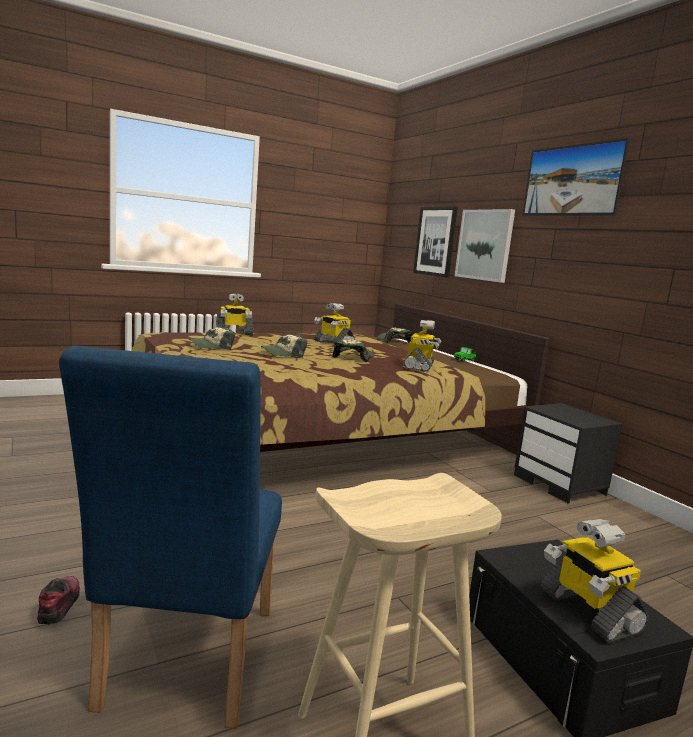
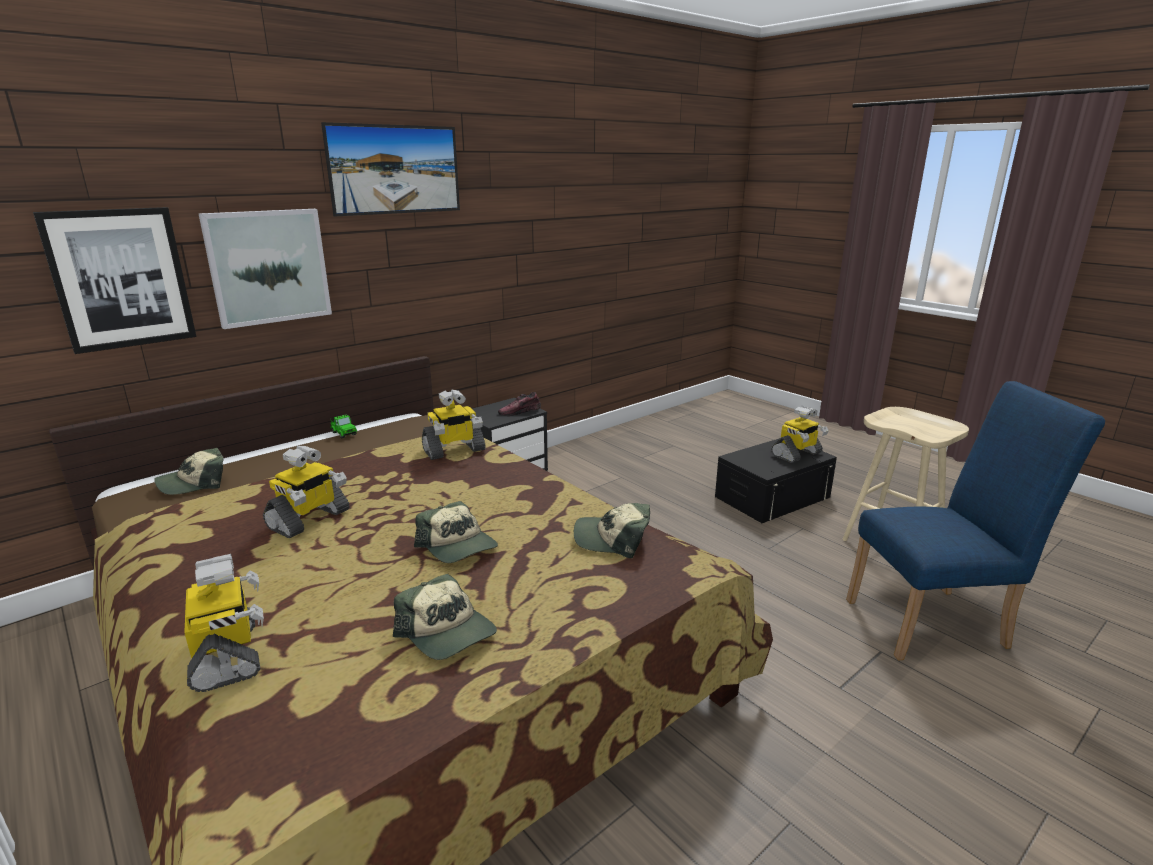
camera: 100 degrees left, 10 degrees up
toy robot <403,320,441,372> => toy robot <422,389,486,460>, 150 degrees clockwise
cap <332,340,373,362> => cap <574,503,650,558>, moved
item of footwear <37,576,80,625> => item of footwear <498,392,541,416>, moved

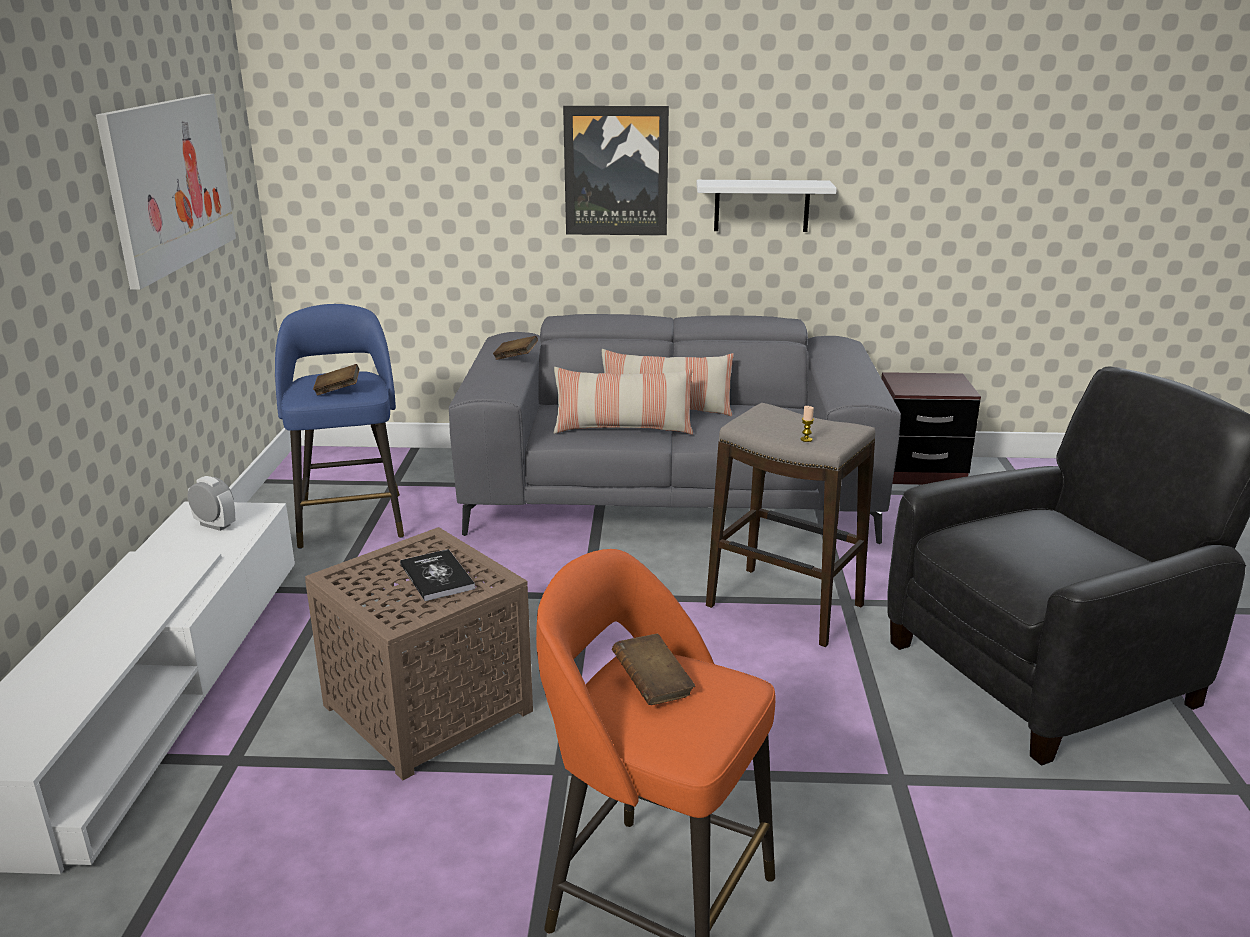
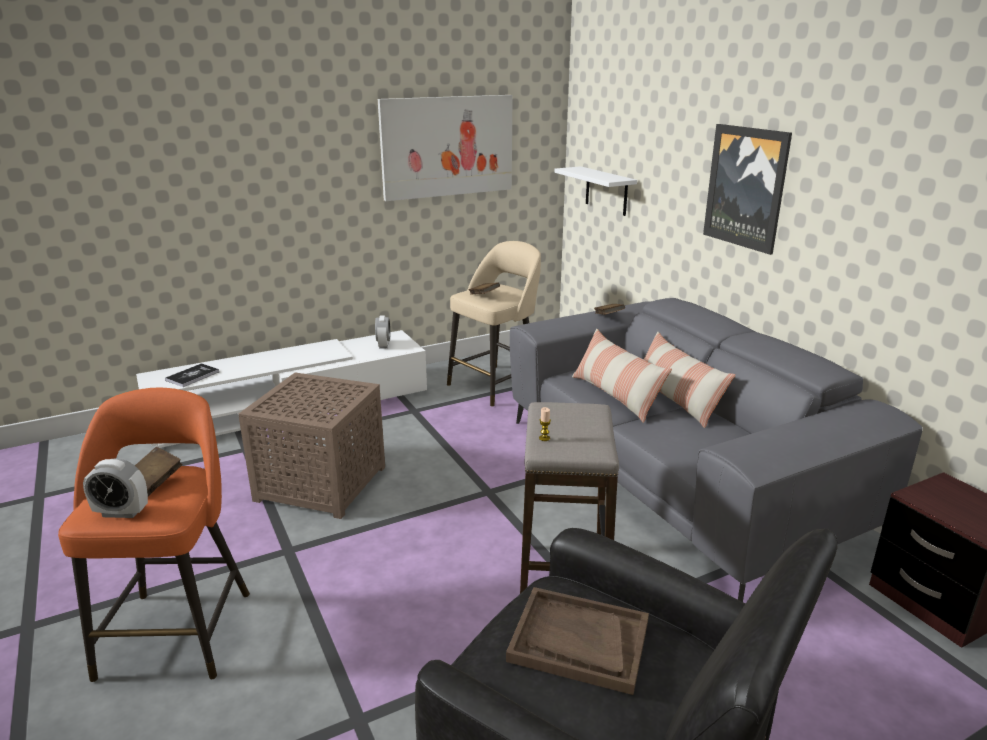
camera: 60 degrees right, 0 degrees up
whitish bracket shelf <697,180,837,232> => whitish bracket shelf <554,166,637,216>, moved
bluish stool <275,304,404,549> => beige stool <447,241,541,407>
volume <400,549,475,601> => volume <165,363,219,387>, moved
nothing => bedside clock <83,458,148,518>
nothing => brown carrying tray <506,587,649,695>

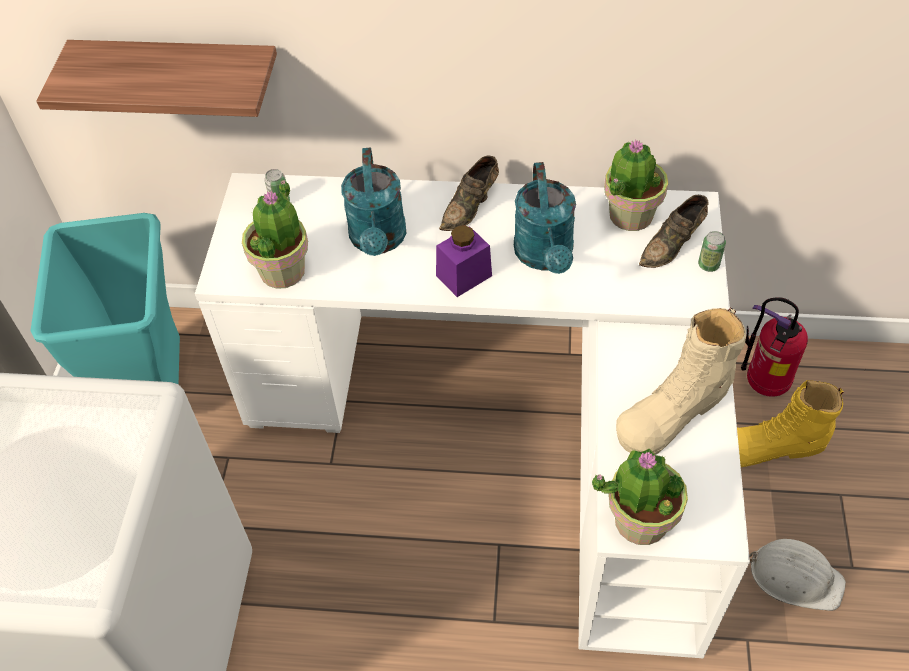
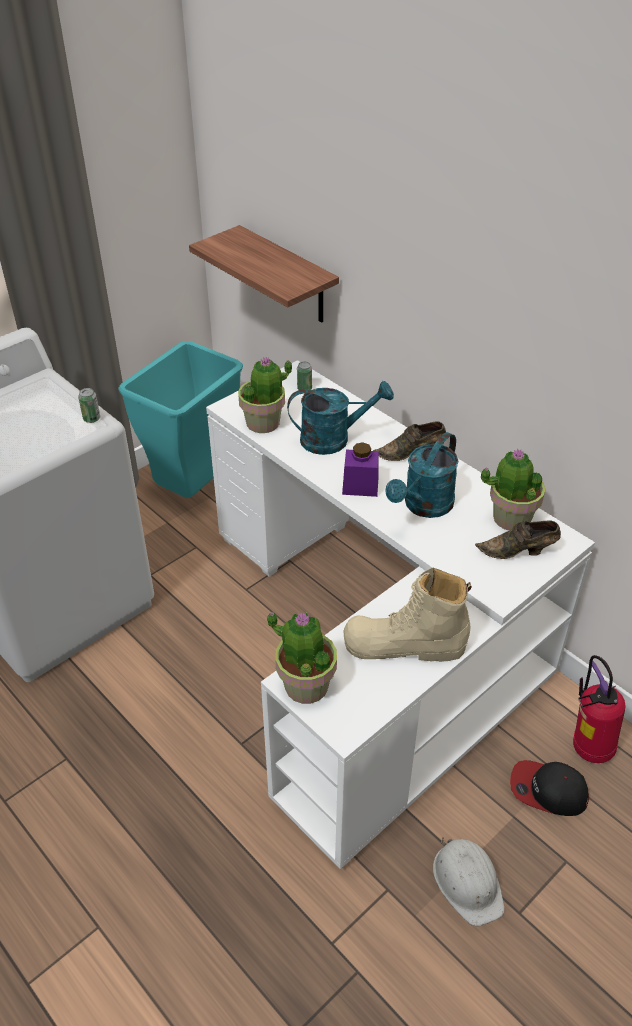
camera: 40 degrees right, 10 degrees down
blue-green watering can <341,148,406,256> => blue-green watering can <287,381,394,455>, 135 degrees counterclockwise
metal can <698,231,726,272> => metal can <78,388,100,423>, moved
yellowish tall boot <737,380,843,467> => cap <510,760,589,816>

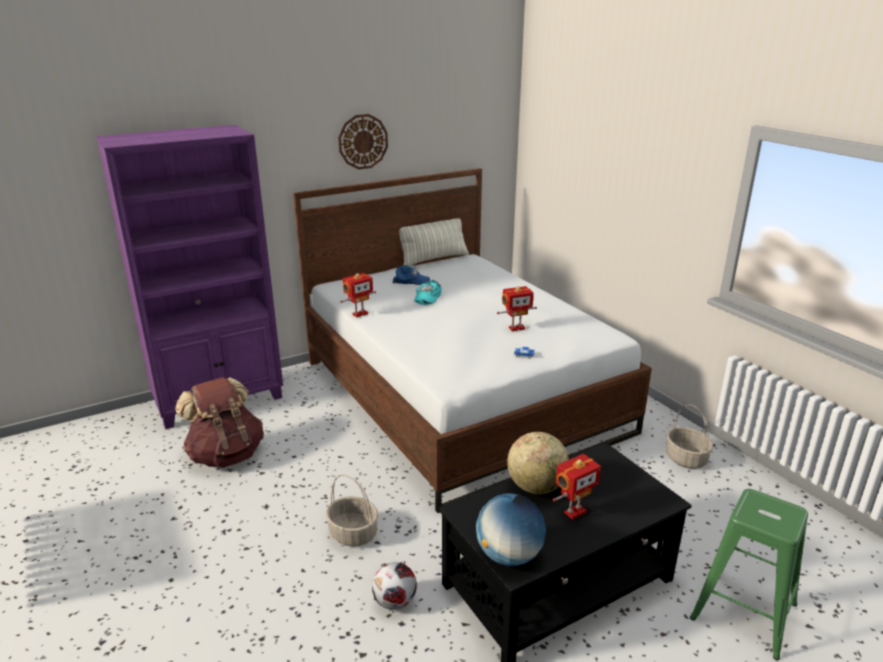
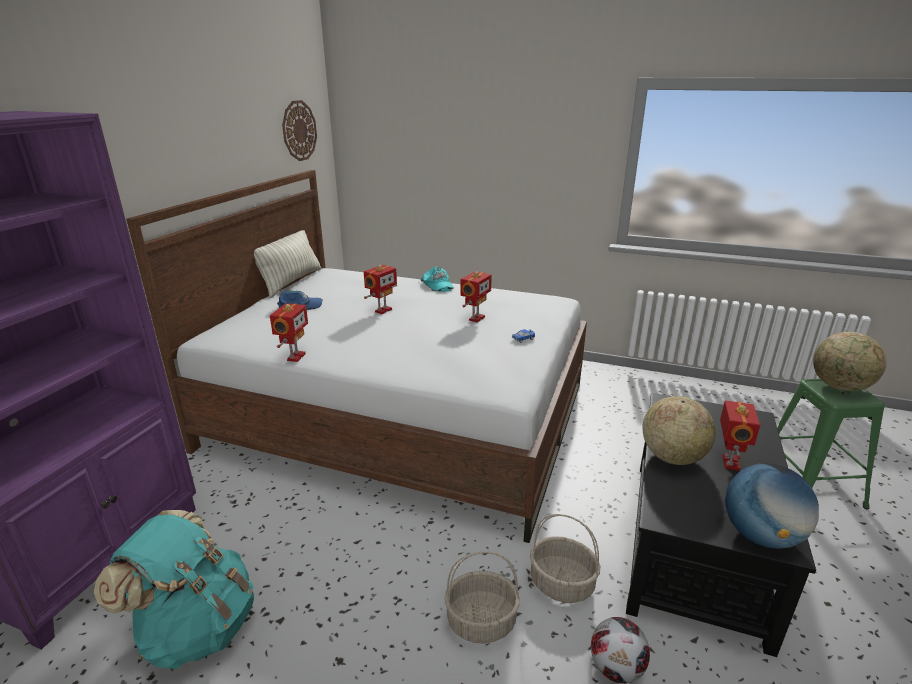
camera: 40 degrees left, 0 degrees up
wall clock <338,114,388,169> => wall clock <282,100,317,161>, moved
blue-green cap <414,280,442,305> => blue-green cap <420,267,454,292>, moved
brown knapsack <175,377,264,468> => blue-green knapsack <94,510,254,669>
household basket <666,404,713,469> => household basket <530,514,600,603>, moved
nothing => toy robot <364,265,397,314>
nothing => world globe <813,332,886,391>

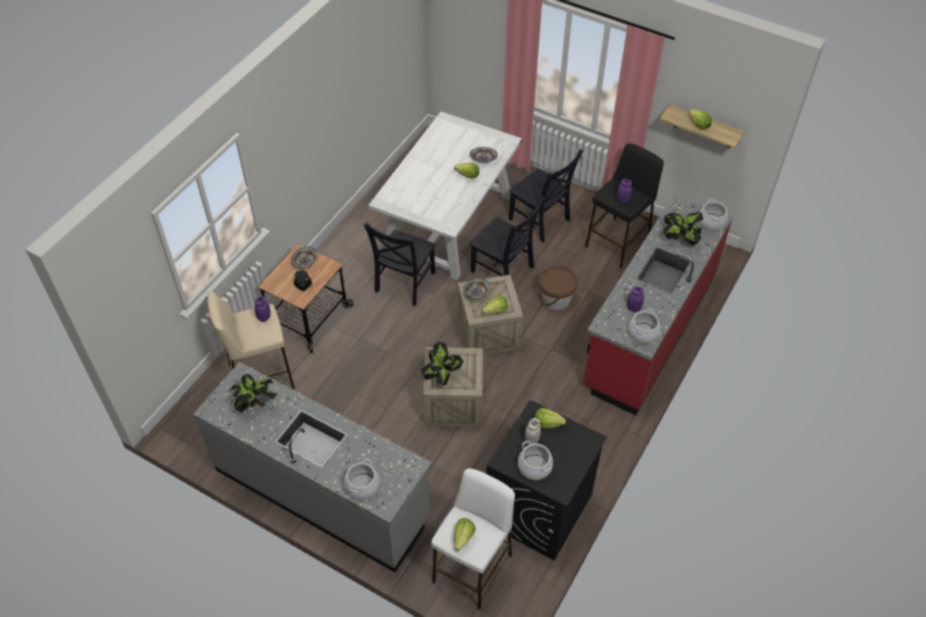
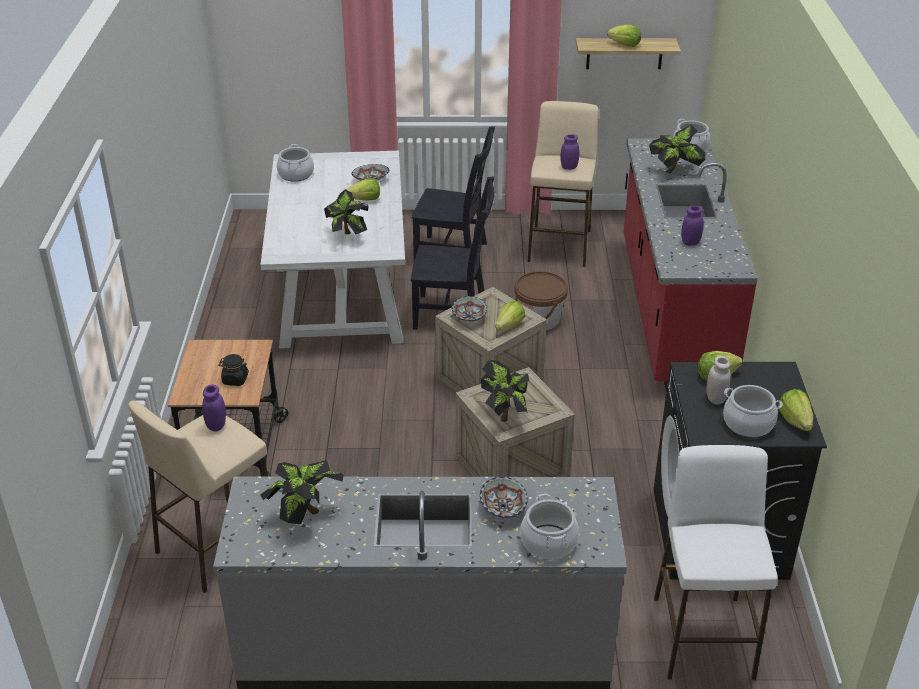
camera: 30 degrees left, 15 degrees down
black stool <585,143,664,268> => beige stool <527,101,599,267>
black plain chair <364,222,435,306> => nothing
deep dish <291,246,317,269> => deep dish <480,477,528,518>, moved
saucepot <628,308,661,343> => saucepot <277,144,314,182>, moved
lettuce <454,518,476,551> => lettuce <778,389,813,431>, moved
nothing => potted plant <324,189,369,235>

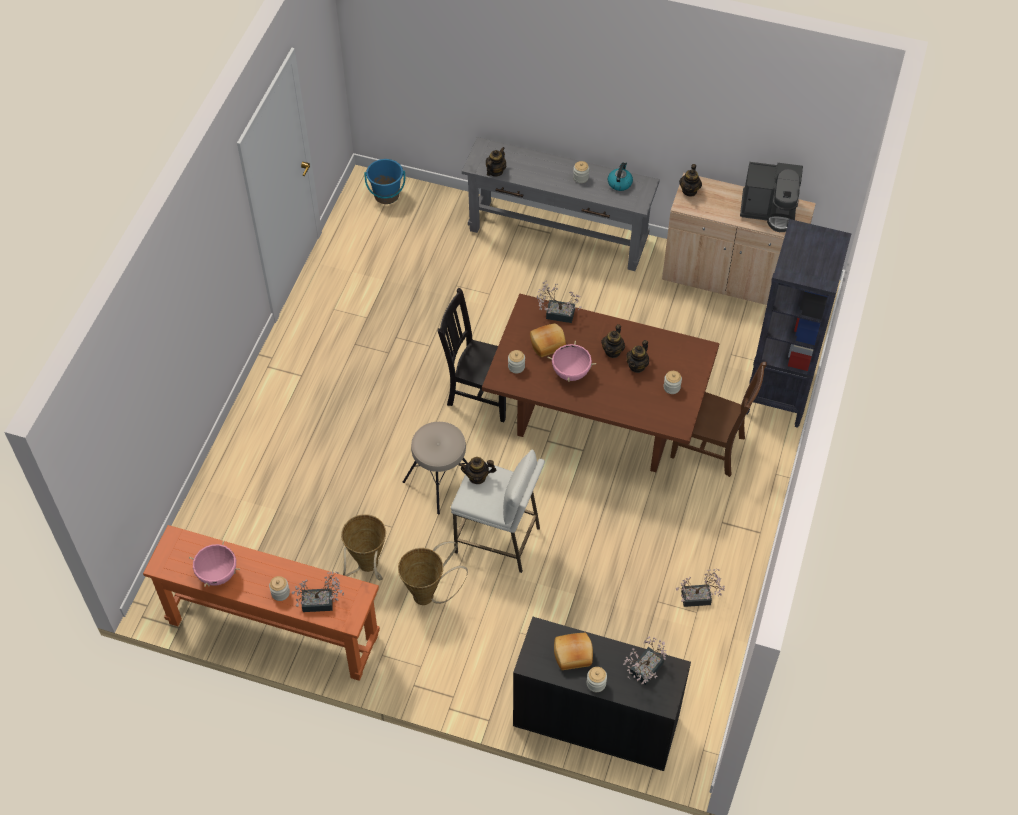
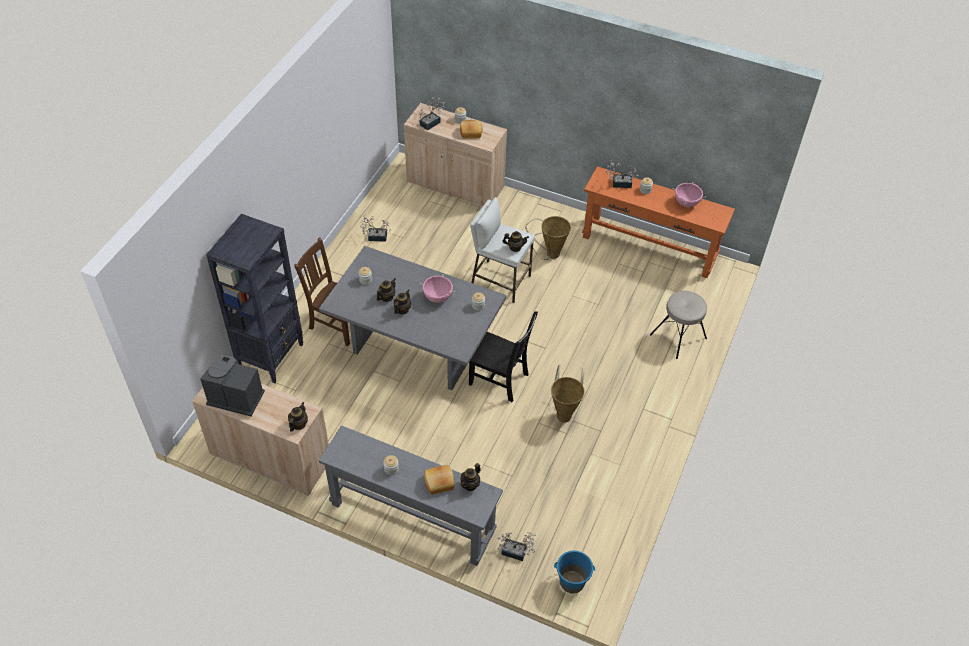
camera: 175 degrees left, 5 degrees down
water kettle <608,162,633,191> => nothing
potted plant <537,281,581,323> => potted plant <497,532,536,561>, moved
brown dinner table <482,294,720,472> => gray dinner table <319,246,506,390>
bakery bread <530,323,566,357> => bakery bread <424,465,454,495>, moved
beige stool <403,422,468,514> => beige stool <650,291,707,359>, moved
household basket <341,514,386,580> => household basket <551,365,585,423>, moved
black storage cabinet <513,617,691,771> => beige storage cabinet <404,103,507,206>

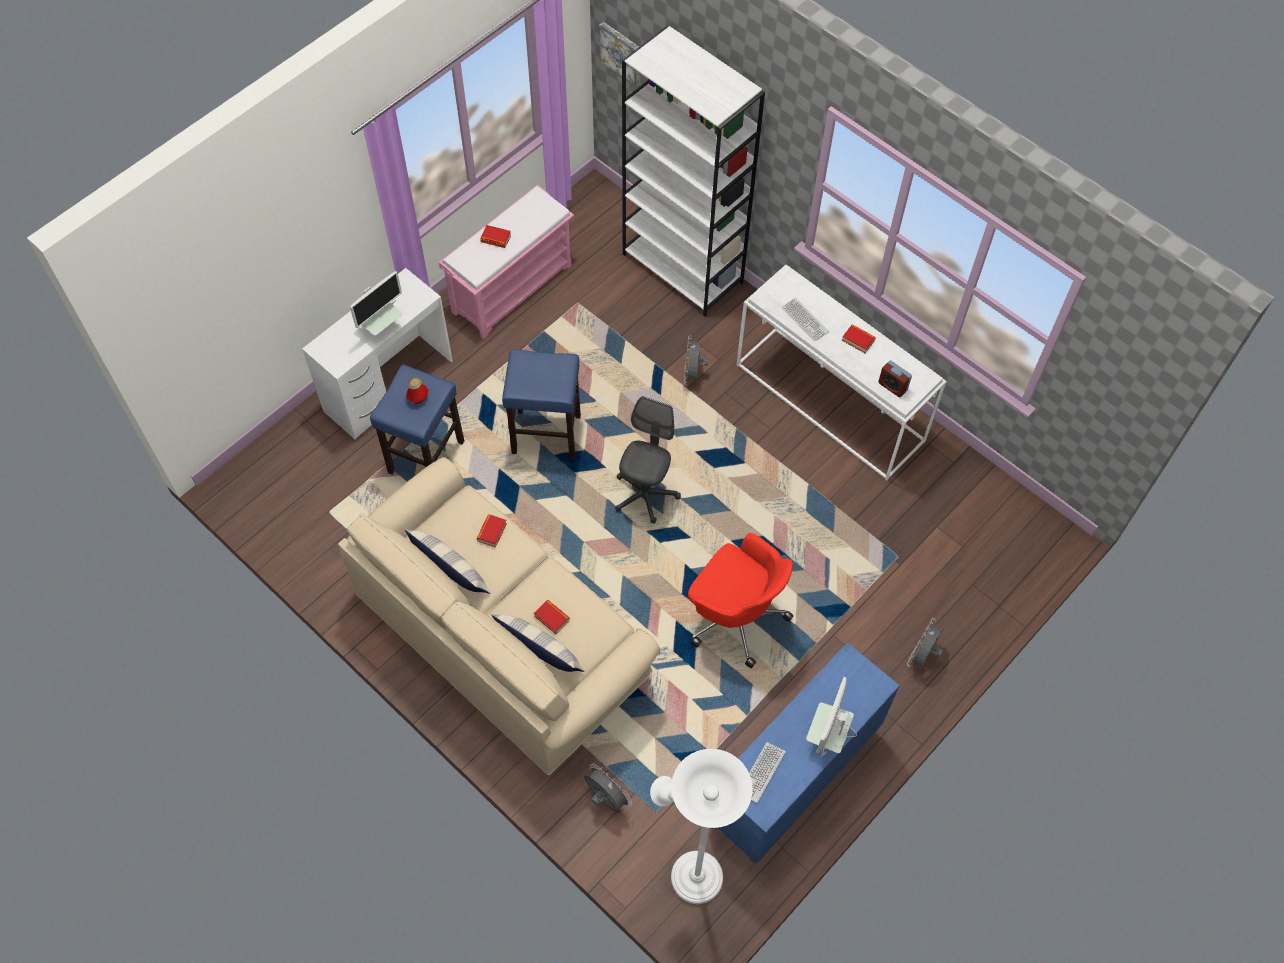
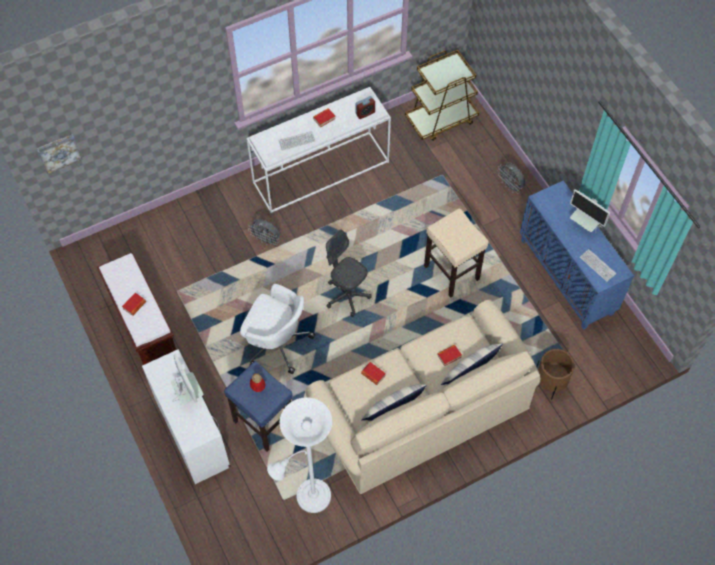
camera: 70 degrees left, 0 degrees up
whitish bookcase <622,26,765,317> => nothing
pinkish indoor bench <439,185,574,339> => brown indoor bench <97,253,176,365>
bluish stool <502,349,581,460> => whitish desk chair <240,284,315,374>
reddish desk chair <688,533,793,668> => beige stool <424,208,489,298>
whitish standing lamp <650,749,753,904> => whitish standing lamp <267,397,332,513>, moved
gray cooling fan <584,763,632,813> => brown flower pot <537,349,575,400>
nothing => brown wheeled cart <405,50,479,141>

